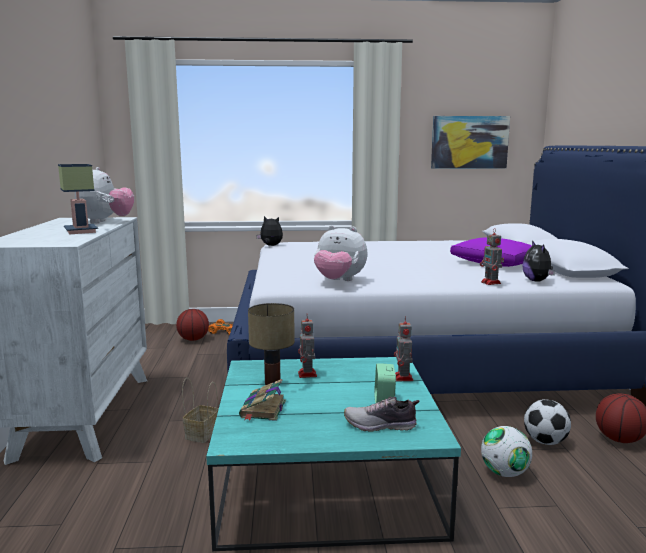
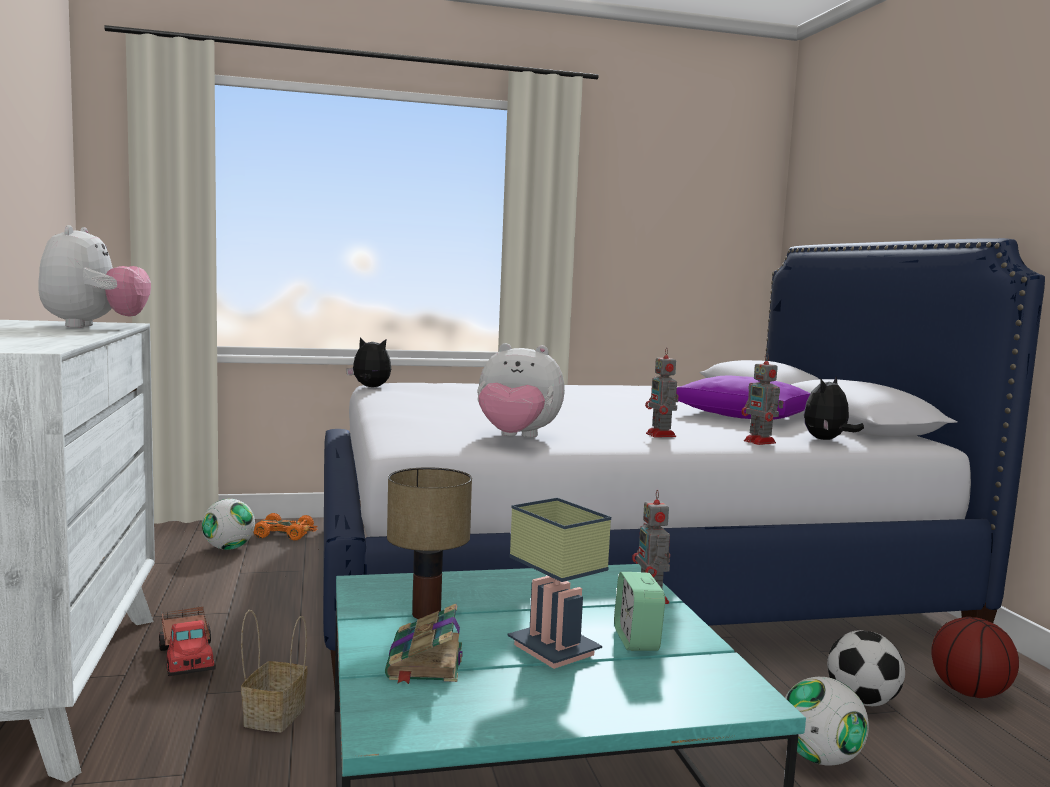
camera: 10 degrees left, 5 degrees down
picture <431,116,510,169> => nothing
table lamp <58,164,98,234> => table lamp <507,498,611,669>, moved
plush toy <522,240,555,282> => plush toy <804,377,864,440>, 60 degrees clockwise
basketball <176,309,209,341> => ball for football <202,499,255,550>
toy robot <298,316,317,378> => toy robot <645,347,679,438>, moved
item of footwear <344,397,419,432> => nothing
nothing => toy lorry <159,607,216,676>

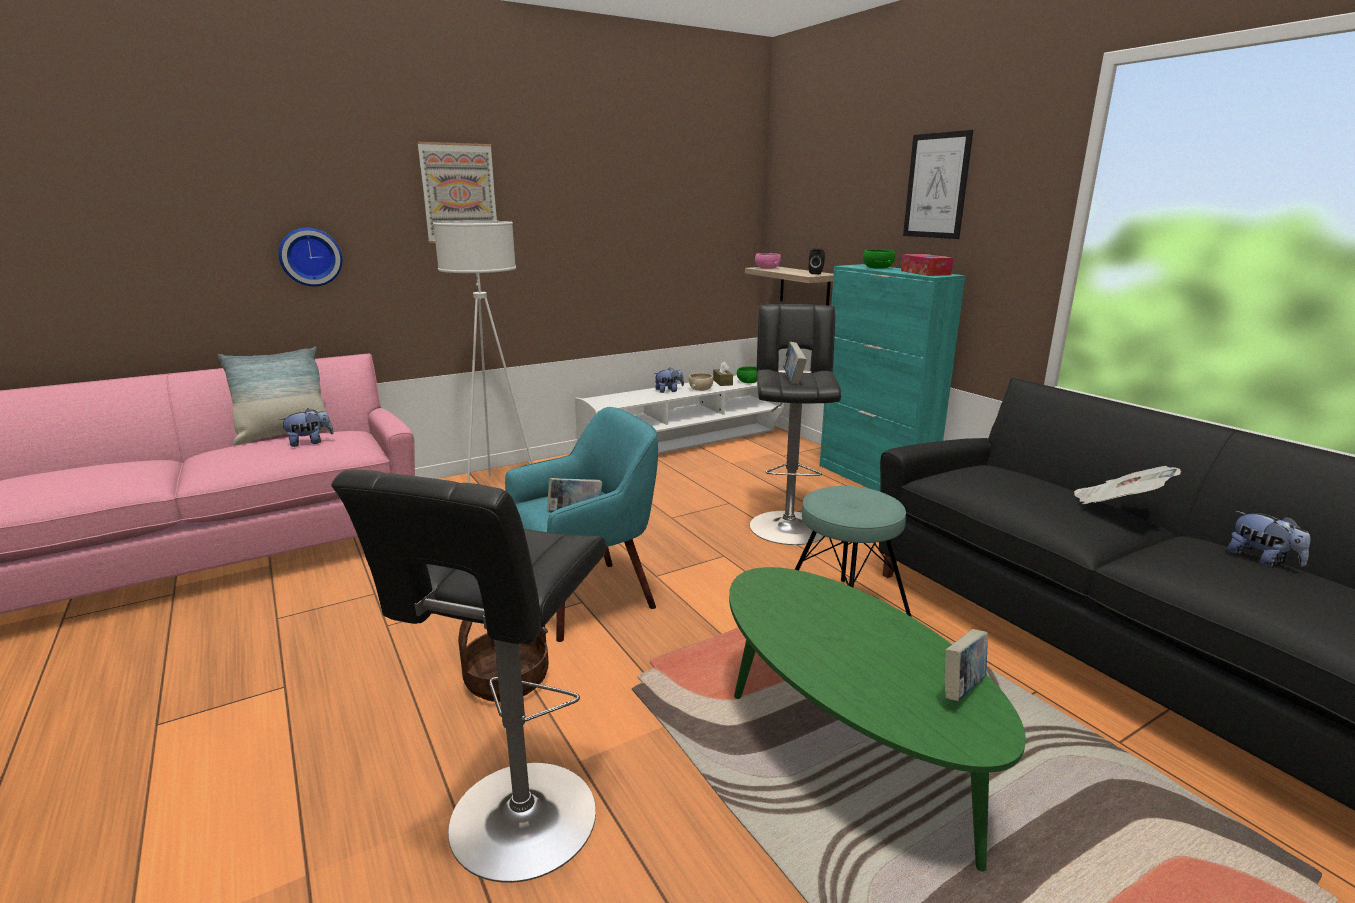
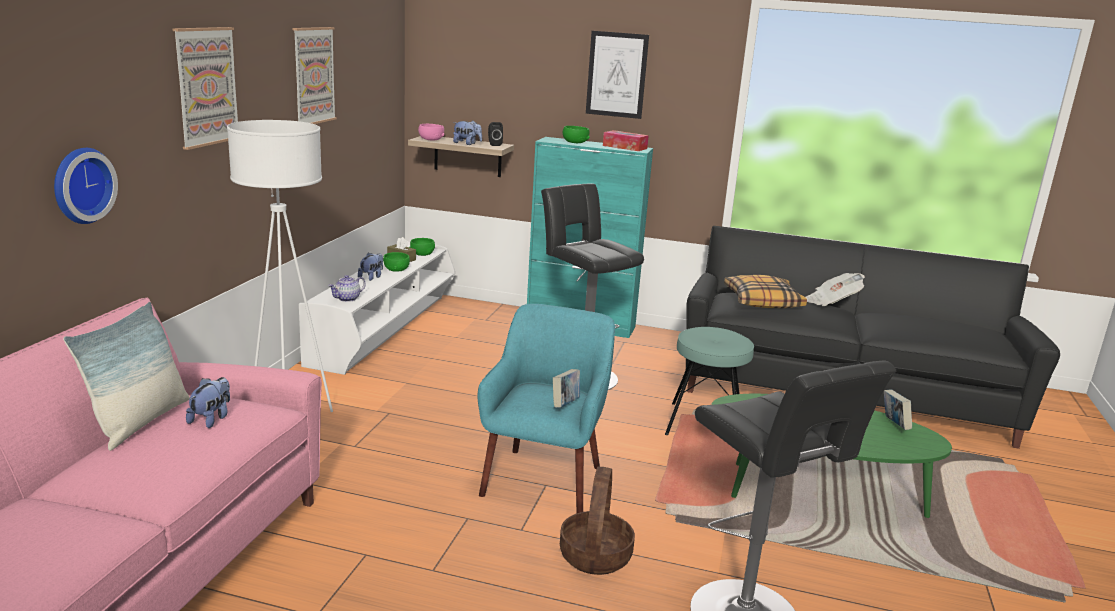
camera: 45 degrees left, 0 degrees up
volume <783,342,807,385> => nothing
beige deep dish <689,373,713,391> => greenish deep dish <383,252,410,272>
plush toy <1228,511,1310,567> => plush toy <453,120,482,145>, moved
nothing => picture <292,27,337,124>
nothing => teapot <328,275,366,302>
nothing => pillow <724,275,807,308>

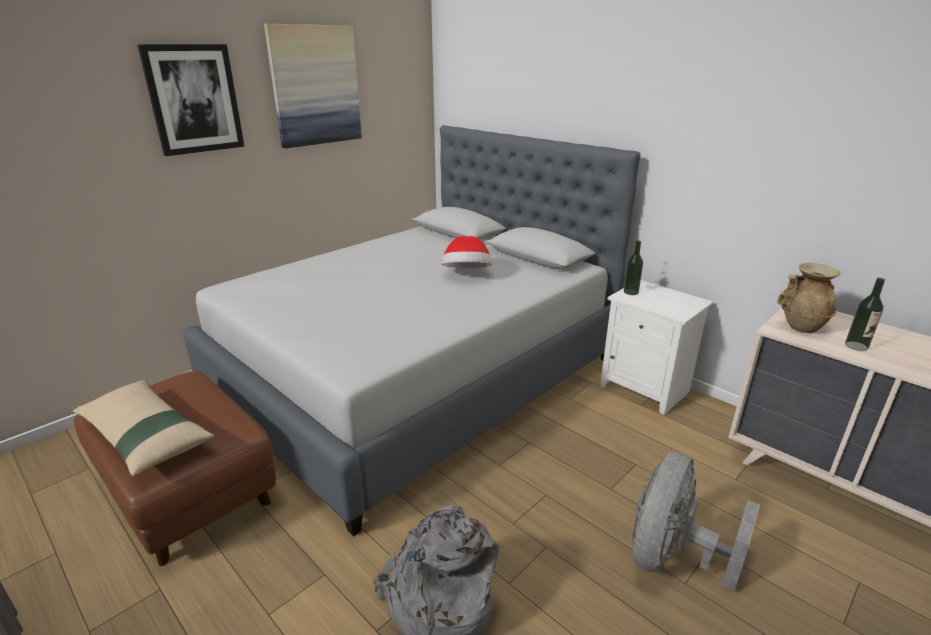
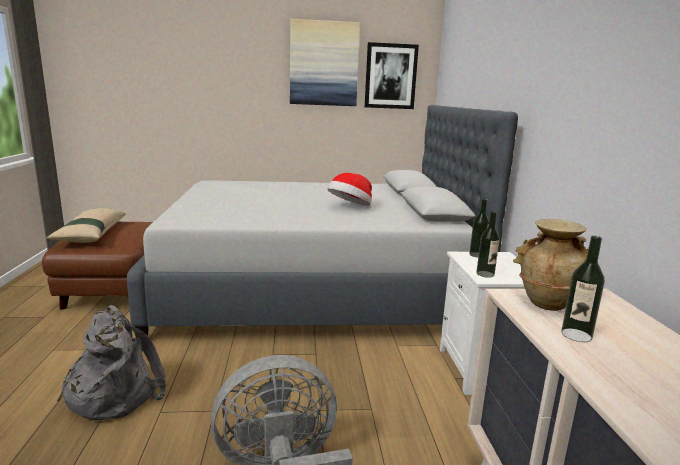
camera: 40 degrees right, 10 degrees down
picture <137,44,244,156> => picture <365,42,419,109>, moved
nothing => drink bottle <476,211,500,278>

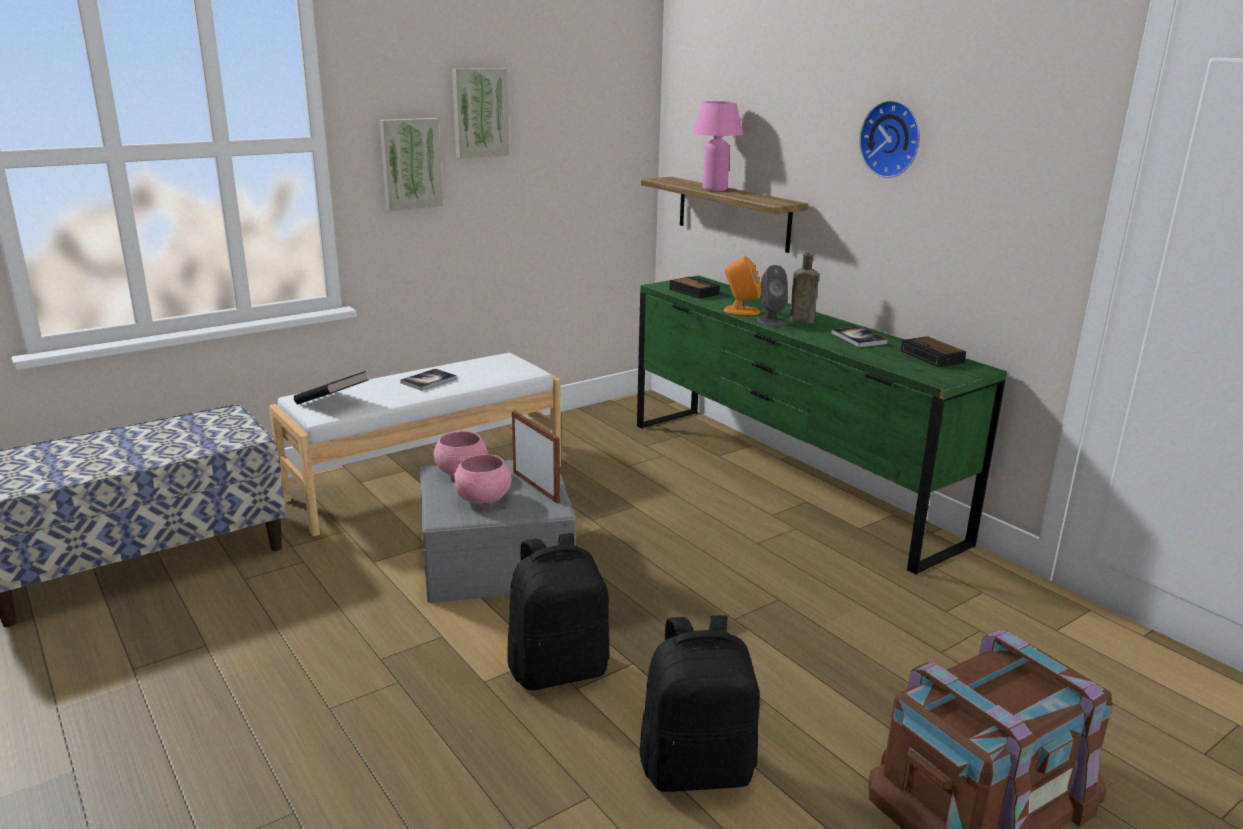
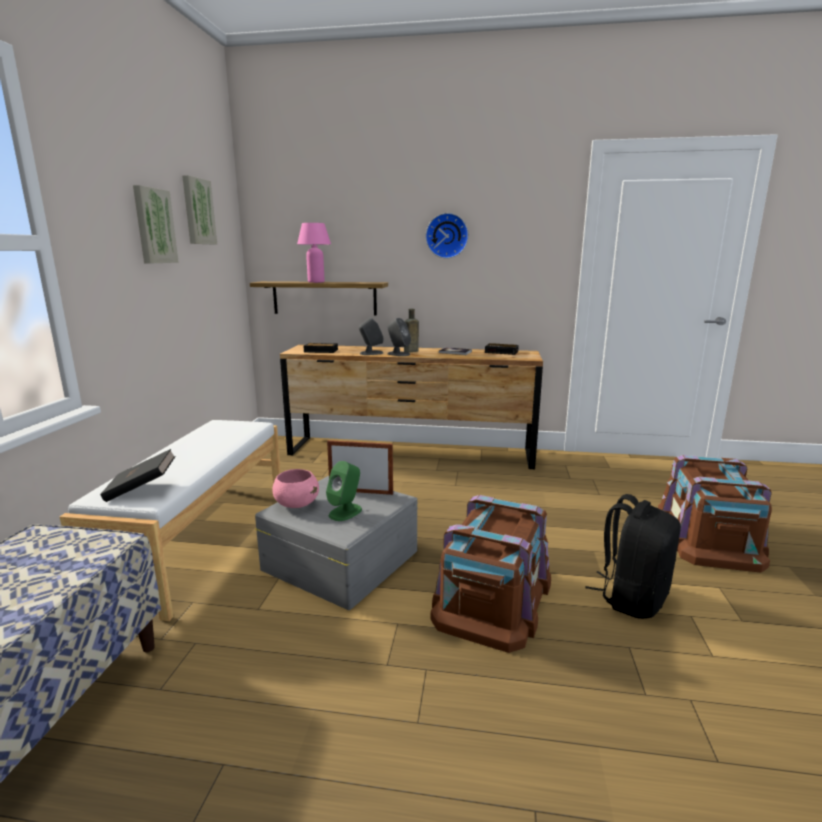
camera: 45 degrees left, 5 degrees down
picture <380,118,443,211> => picture <182,175,217,244>, moved
orangey loudspeaker <724,256,761,315> => gray loudspeaker <359,317,383,355>
greenish drawer chest <637,276,1007,575> => brown drawer chest <280,345,543,469>
volume <400,369,457,391> => nothing
pinkish deep dish <453,455,511,504> => greenish loudspeaker <326,461,362,521>
black knapsack <508,533,609,690> => brown storage box <430,495,551,653>

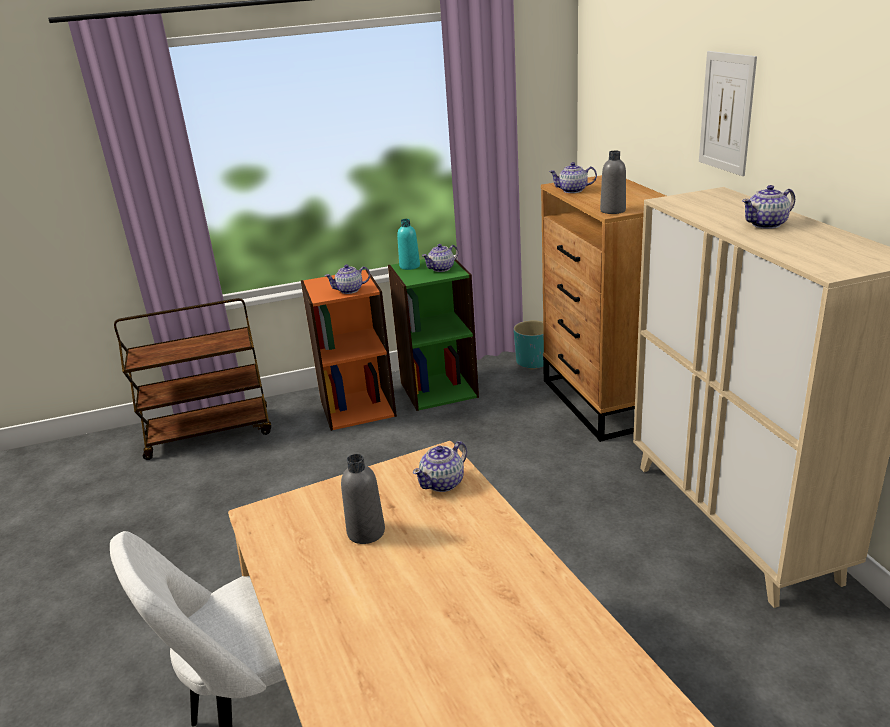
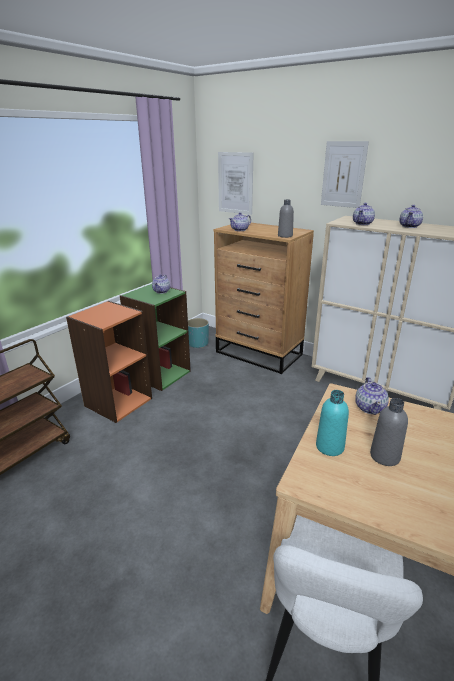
camera: 40 degrees left, 0 degrees up
blue-green drink bottle <397,219,420,270> => blue-green drink bottle <316,390,349,456>, moved
teapot <325,265,370,294> => teapot <353,203,375,225>, moved
nothing => picture <218,152,254,215>

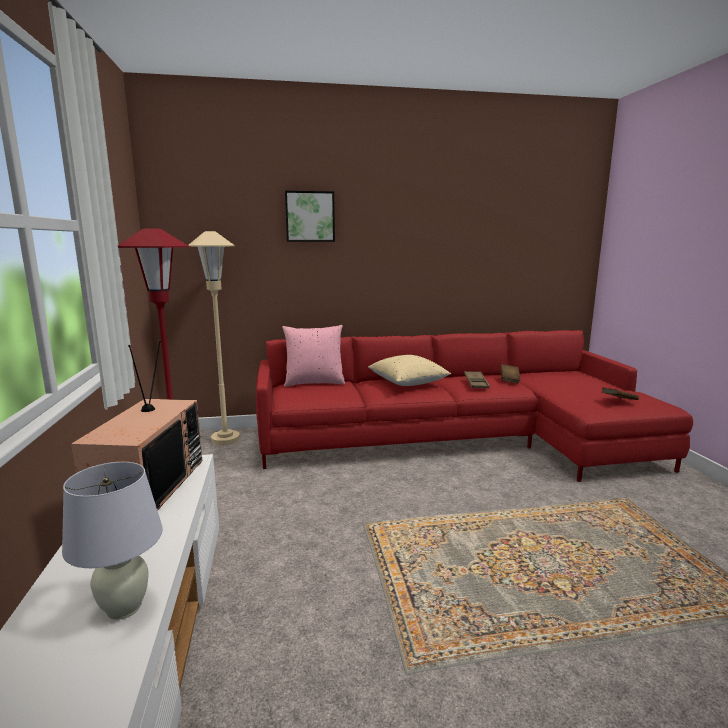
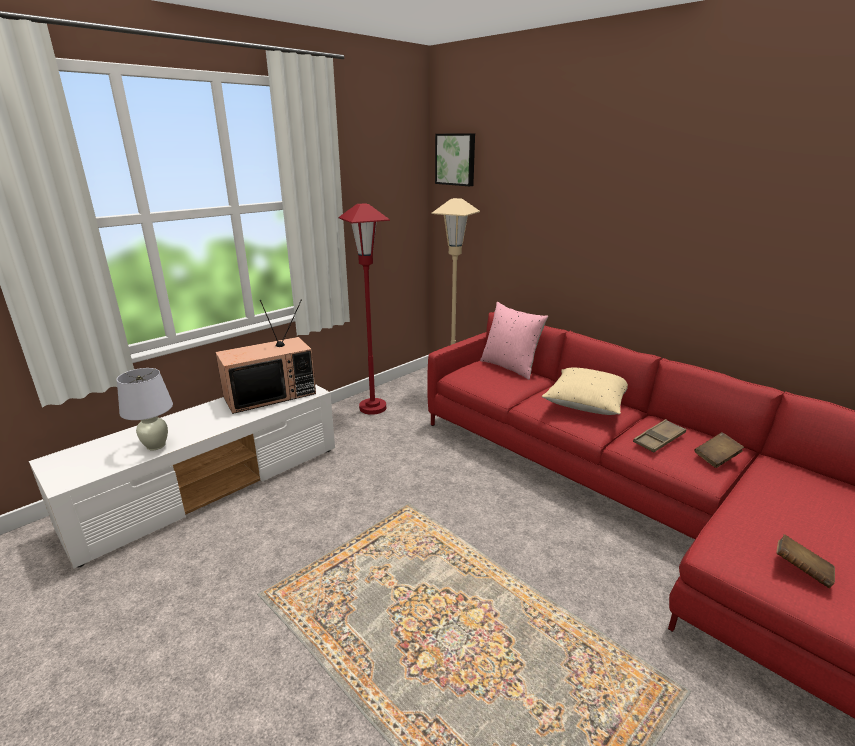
camera: 55 degrees right, 10 degrees up
picture <285,191,335,242> => picture <435,133,475,186>, moved

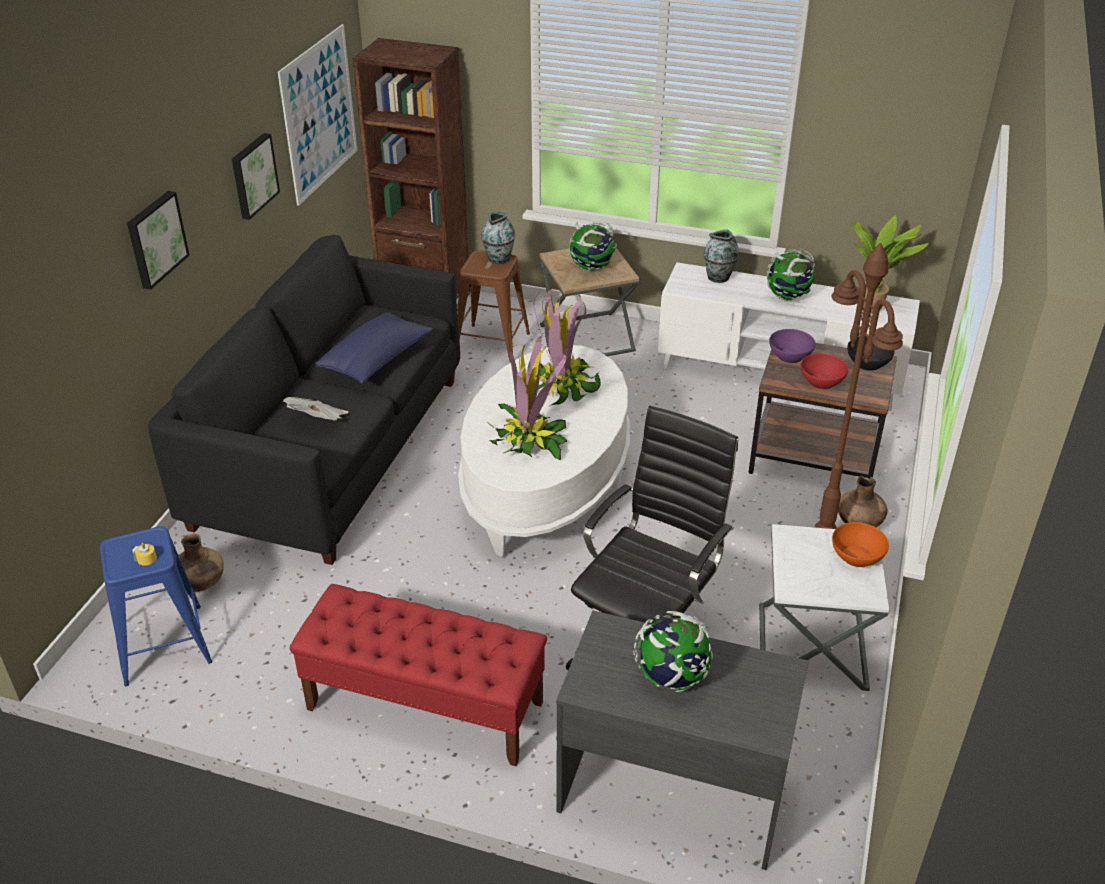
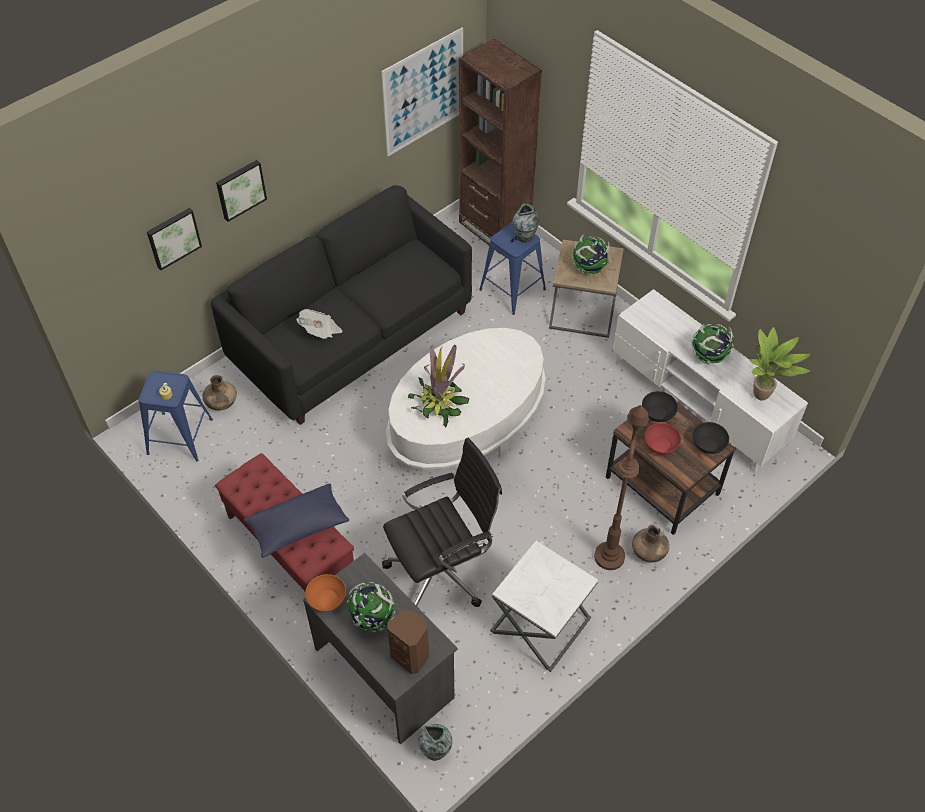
camera: 30 degrees right, 15 degrees up
picture <232,133,280,220> => picture <147,208,202,270>, moved
vase <704,229,739,283> => vase <418,724,453,761>, moved
brown stool <457,250,530,363> => bluish stool <479,222,546,315>
potted plant <533,288,601,406> => nothing
bluish pillow <315,312,433,383> => bluish pillow <244,483,349,558>, moved
purple deep dish <769,329,815,363> => black deep dish <642,391,678,422>
orangey deep dish <832,522,889,567> => orangey deep dish <305,574,346,612>, moved
nothing => brown loudspeaker <387,610,429,674>

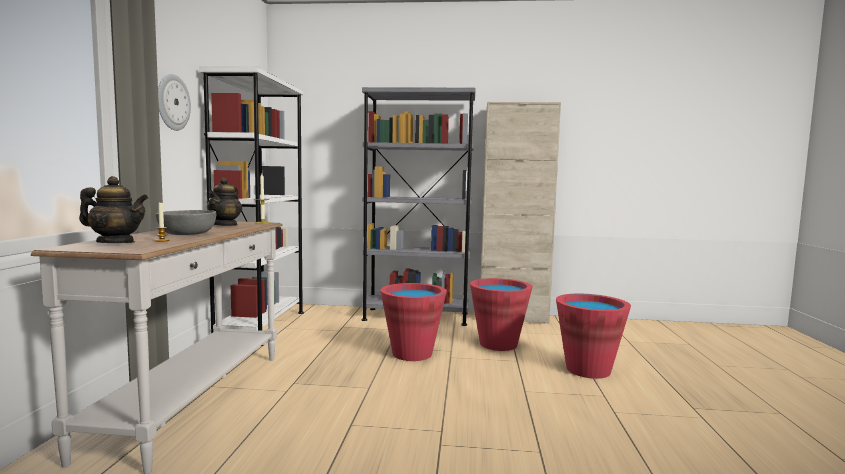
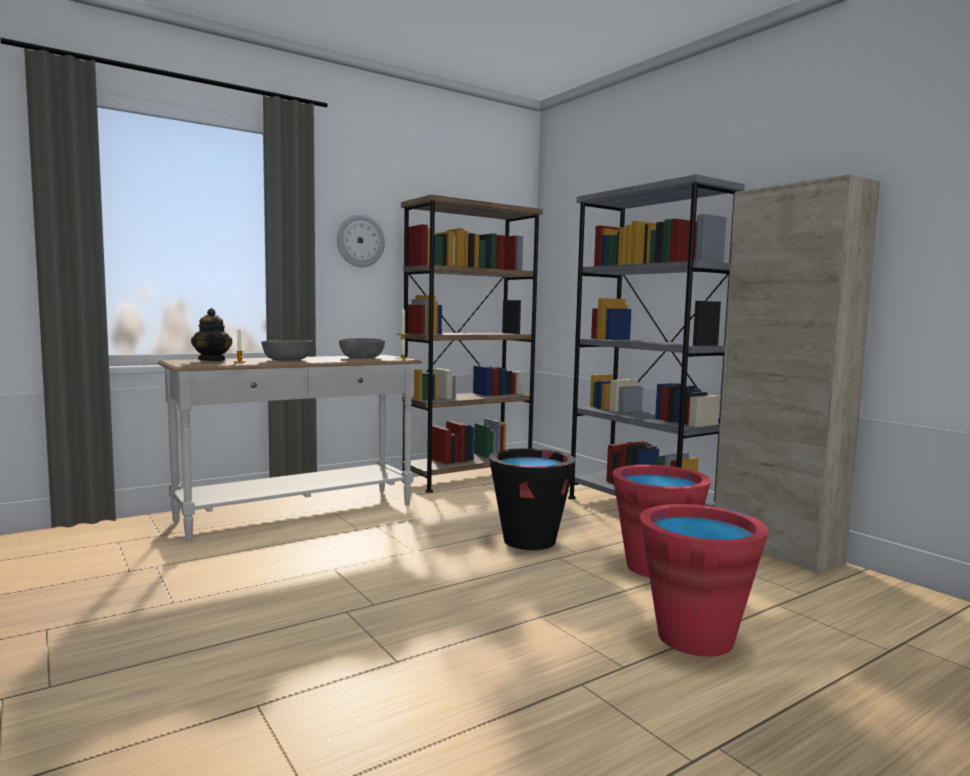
camera: 50 degrees right, 0 degrees up
whitish bookcase <199,67,304,346> => brown bookcase <401,195,543,493>
teapot <207,178,242,226> => gray deep dish <339,338,385,358>
reddish pail <380,283,447,361> => black pail <489,448,576,550>

